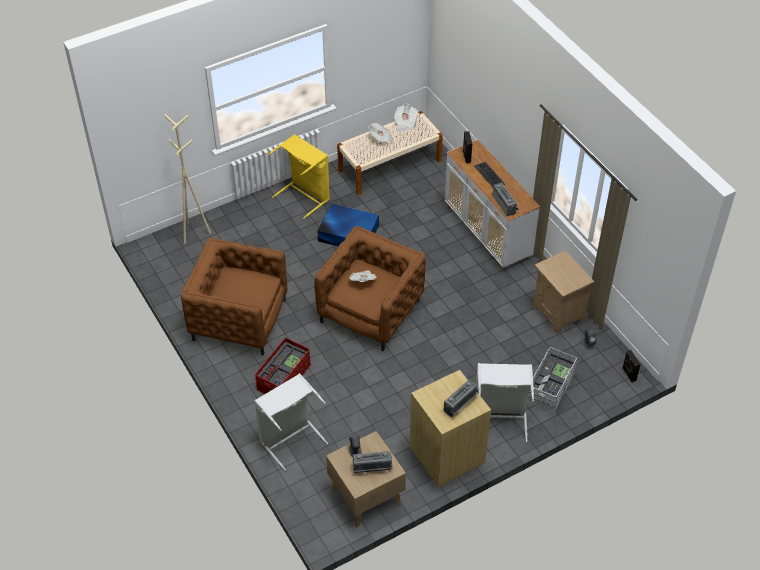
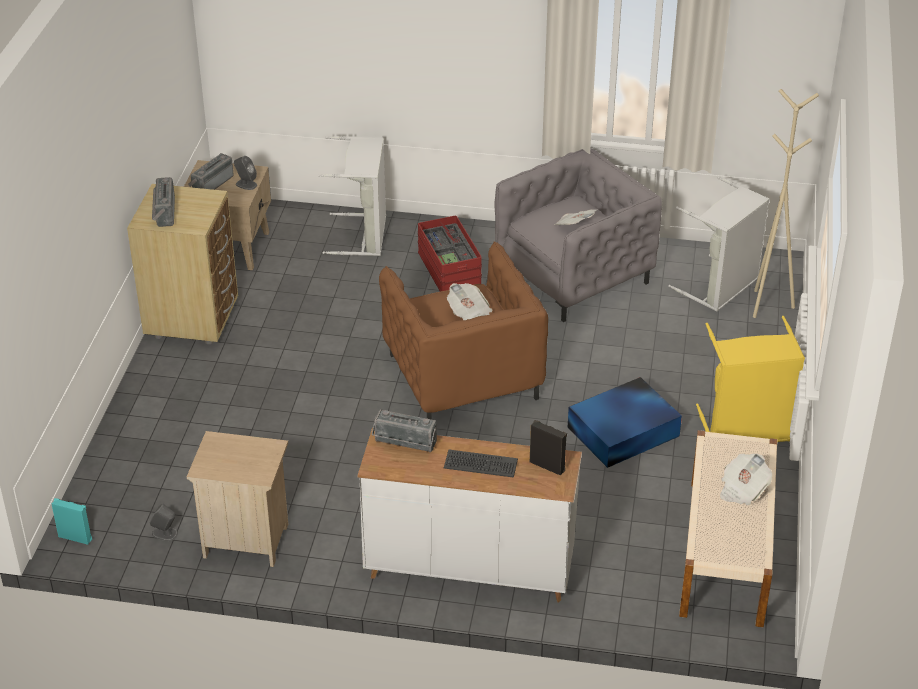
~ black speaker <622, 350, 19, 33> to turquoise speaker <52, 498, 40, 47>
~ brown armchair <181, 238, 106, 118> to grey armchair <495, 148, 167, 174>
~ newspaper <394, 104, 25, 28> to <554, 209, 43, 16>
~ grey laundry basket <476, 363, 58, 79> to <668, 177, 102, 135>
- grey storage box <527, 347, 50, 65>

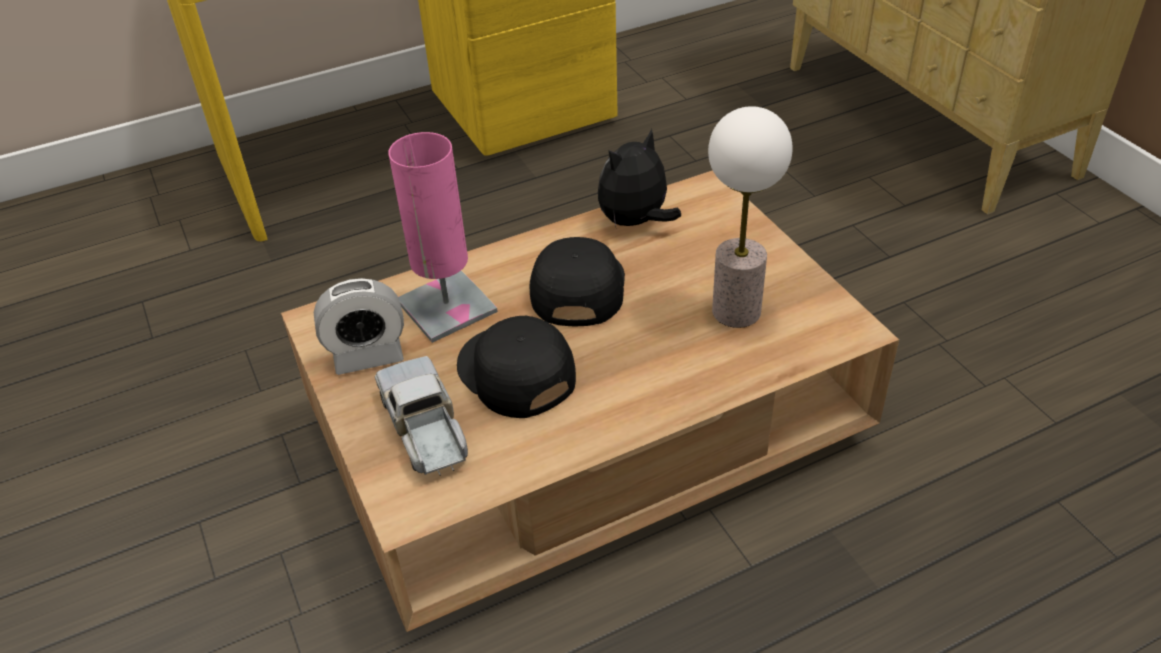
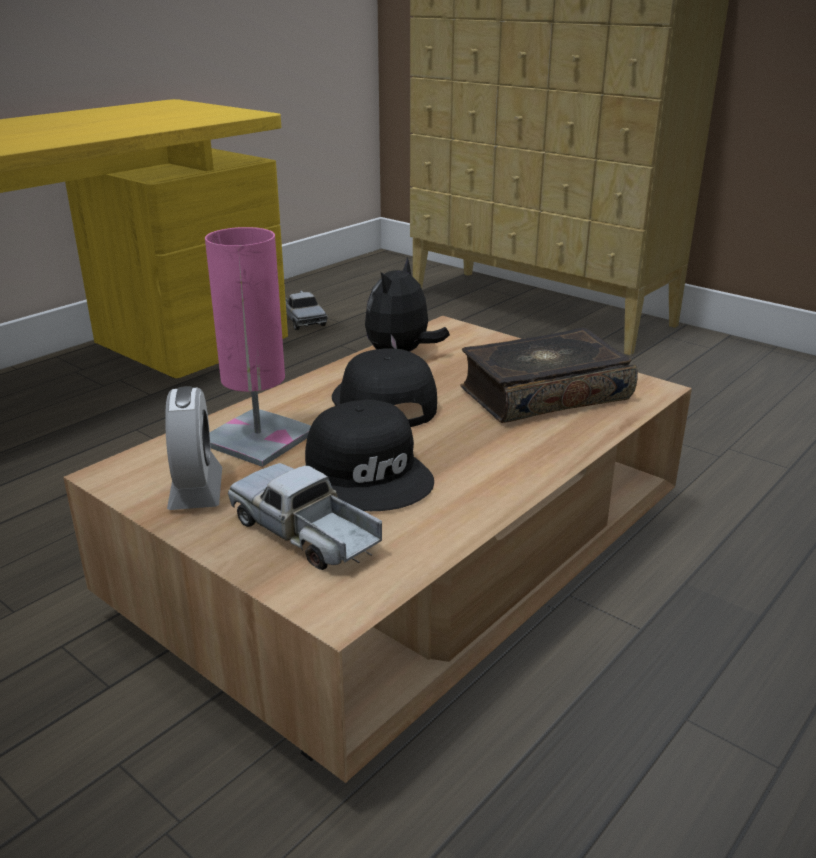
~ alarm clock <314, 278, 90, 97> = <165, 386, 57, 124> 60 degrees counterclockwise
+ toy truck <285, 291, 43, 39>
~ black cap <457, 316, 119, 102> = <305, 399, 129, 112> 150 degrees counterclockwise
~ table lamp <708, 106, 85, 222> to book <460, 327, 178, 96>

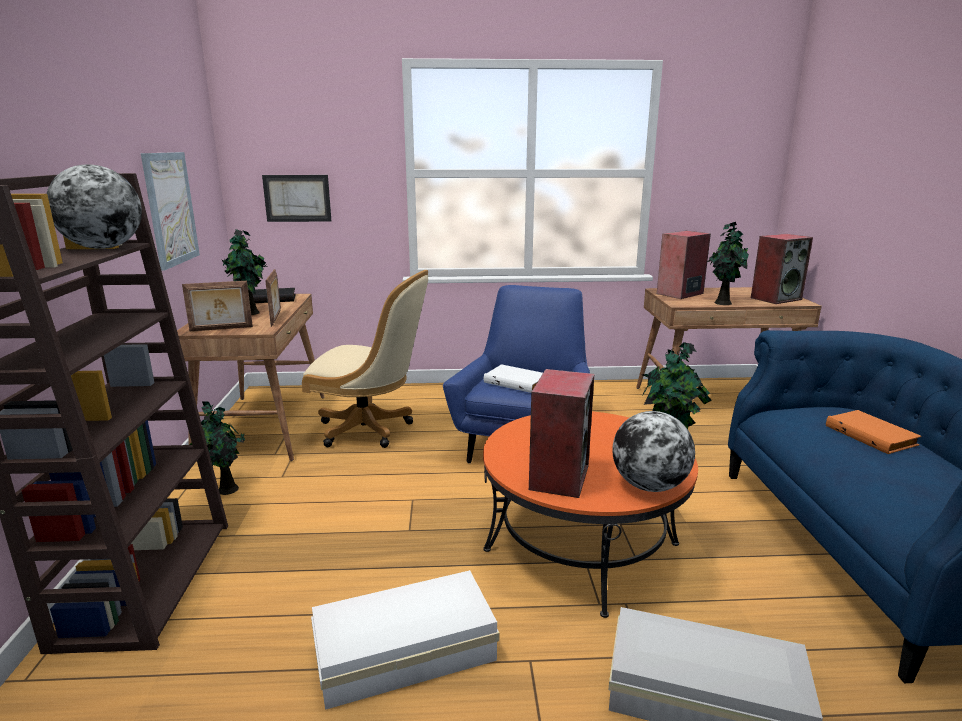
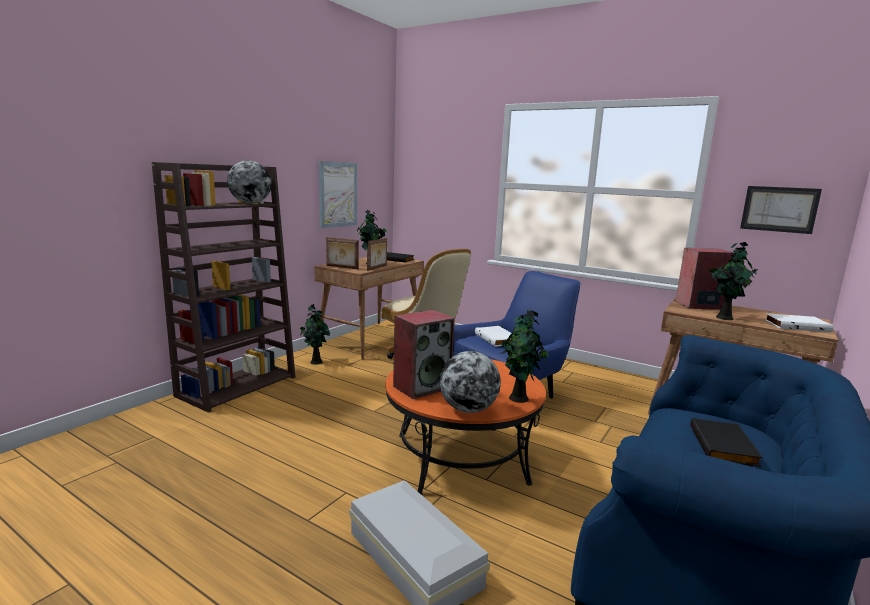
~ orange book <826, 410, 96, 44> to black book <690, 418, 73, 49>
~ picture <262, 175, 69, 47> to <740, 186, 82, 48>
~ speaker <751, 234, 62, 70> to white book <765, 313, 68, 20>
- white storage box <311, 570, 188, 140>

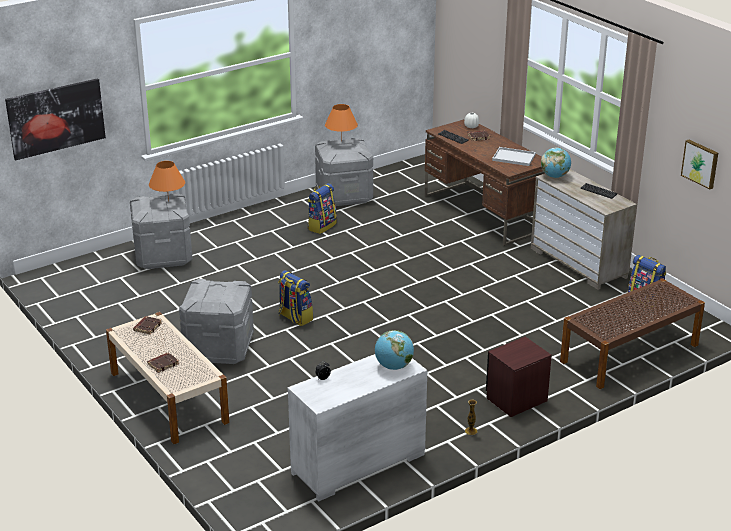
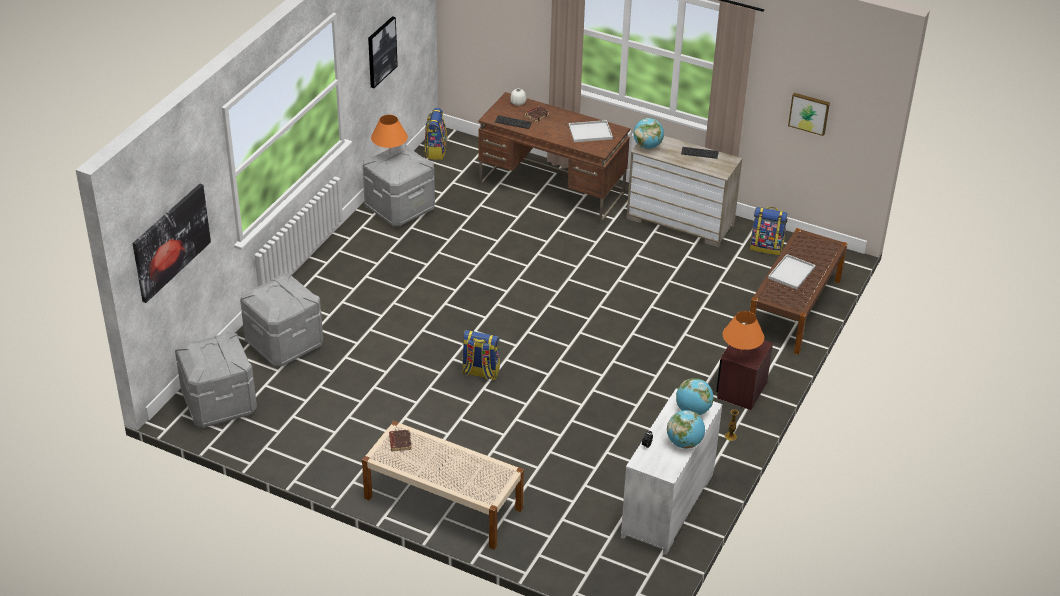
~ grey storage box <179, 279, 75, 85> to <175, 331, 82, 96>
+ picture <368, 16, 30, 72>
~ backpack <307, 183, 30, 51> to <424, 108, 23, 52>
+ globe <667, 410, 38, 38>
~ orange table lamp <149, 161, 36, 40> to <723, 311, 41, 42>
+ white tray <768, 254, 47, 35>
- brown book <147, 353, 32, 20>

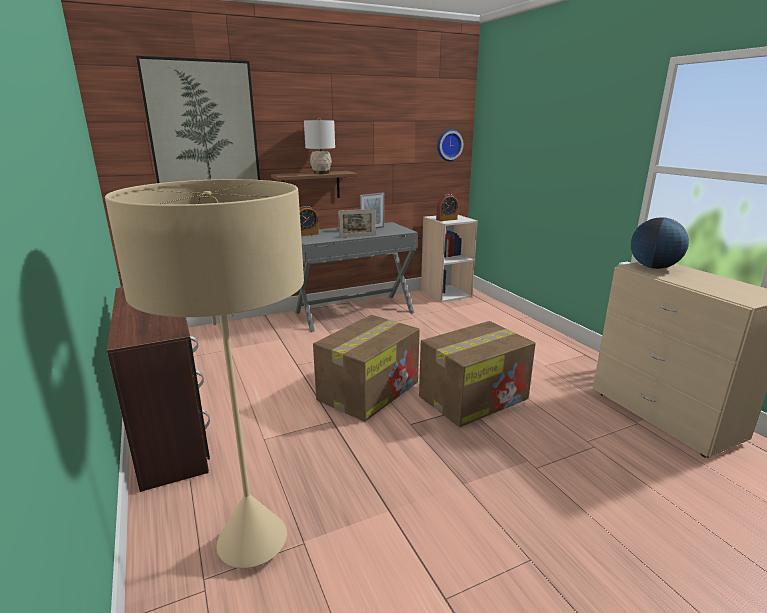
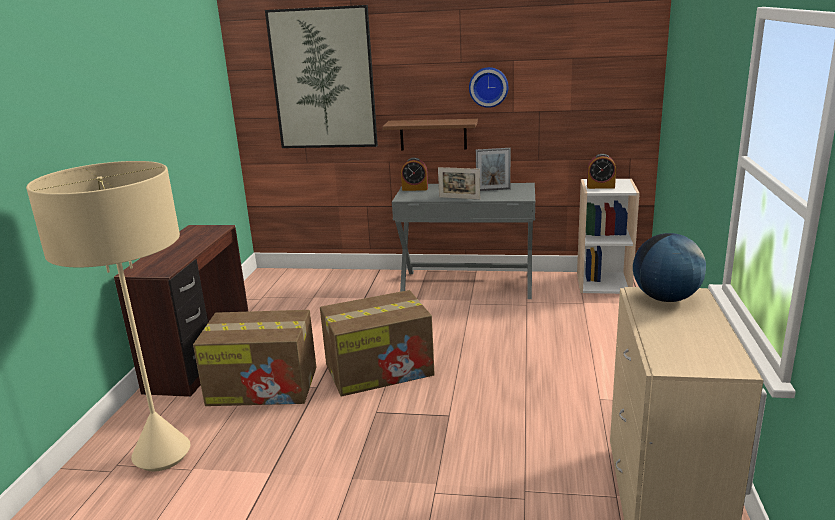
~ cardboard box <419, 321, 117, 106> to <193, 310, 123, 96>
~ wall clock <437, 129, 26, 32> to <469, 67, 39, 41>
- white table lamp <304, 118, 31, 56>

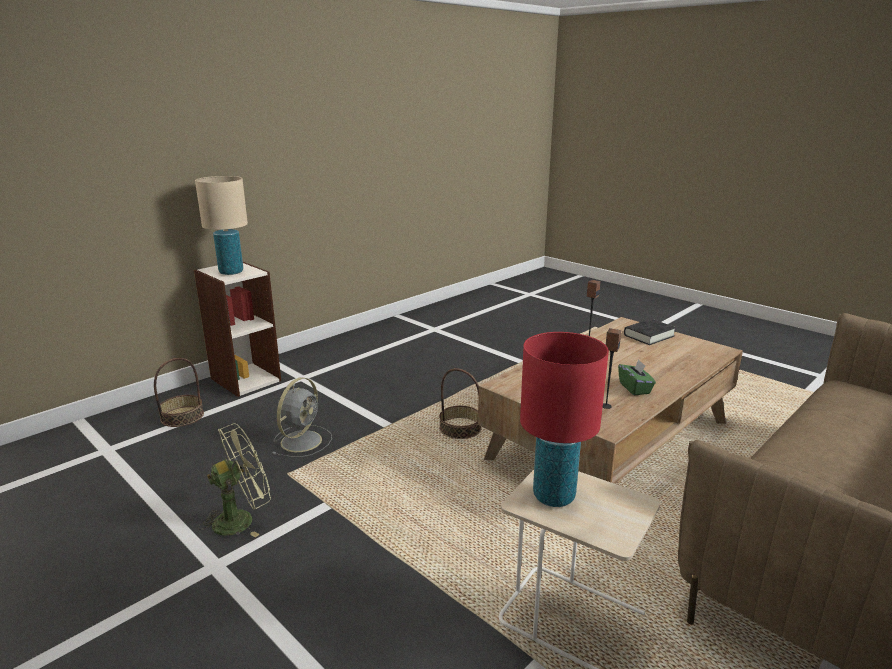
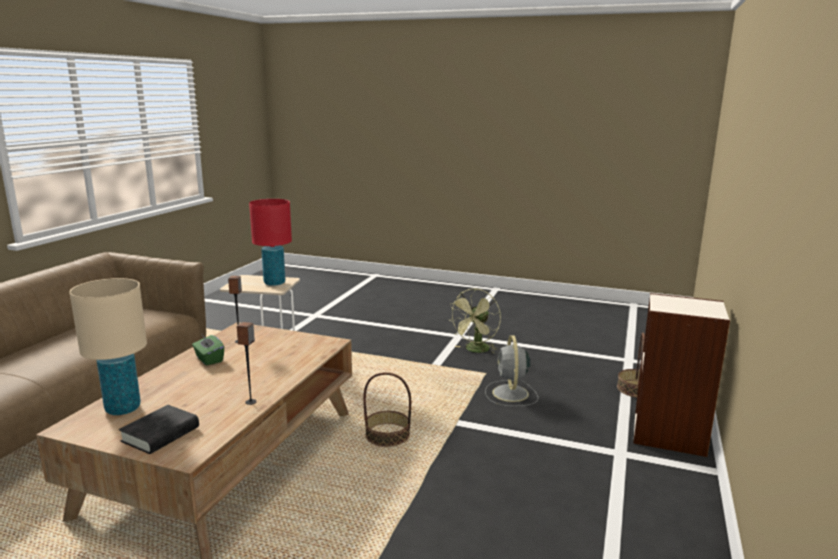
~ beige table lamp <195, 176, 53, 99> to <69, 278, 78, 137>

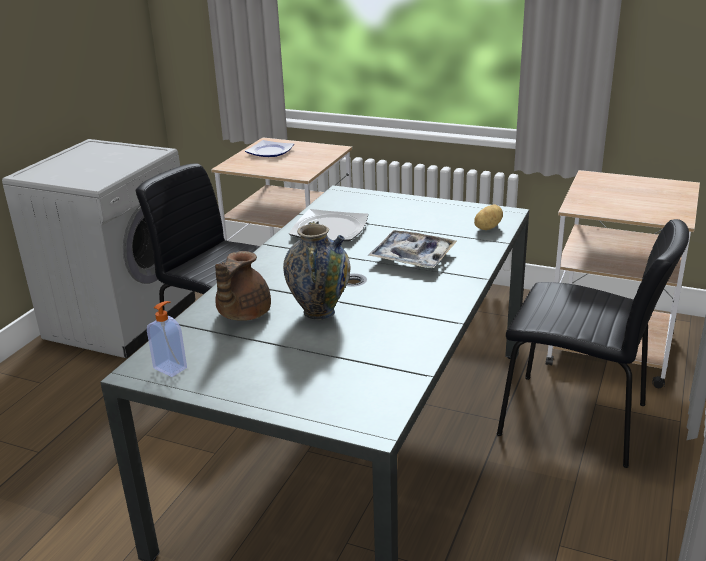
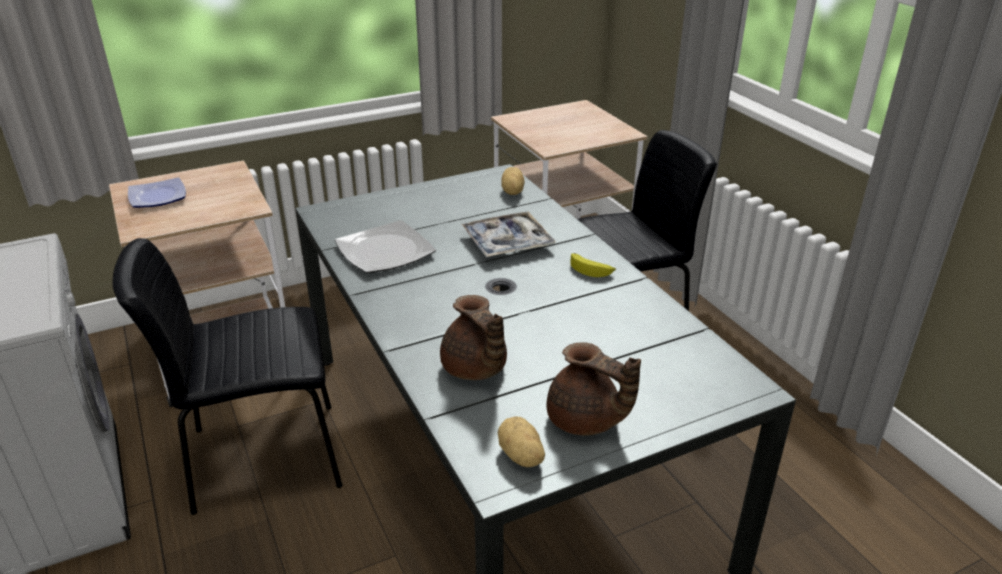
~ soap dispenser <147, 301, 40, 76> to potato <498, 417, 47, 50>
+ brown teapot <547, 342, 94, 93>
+ banana <570, 253, 46, 24>
- vase <283, 221, 67, 99>

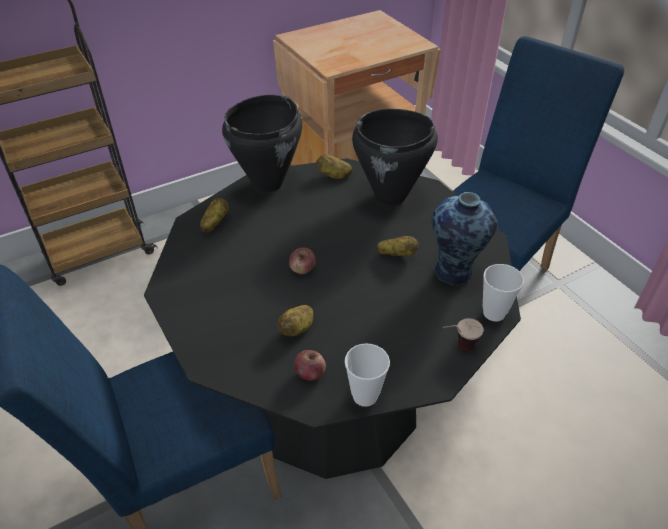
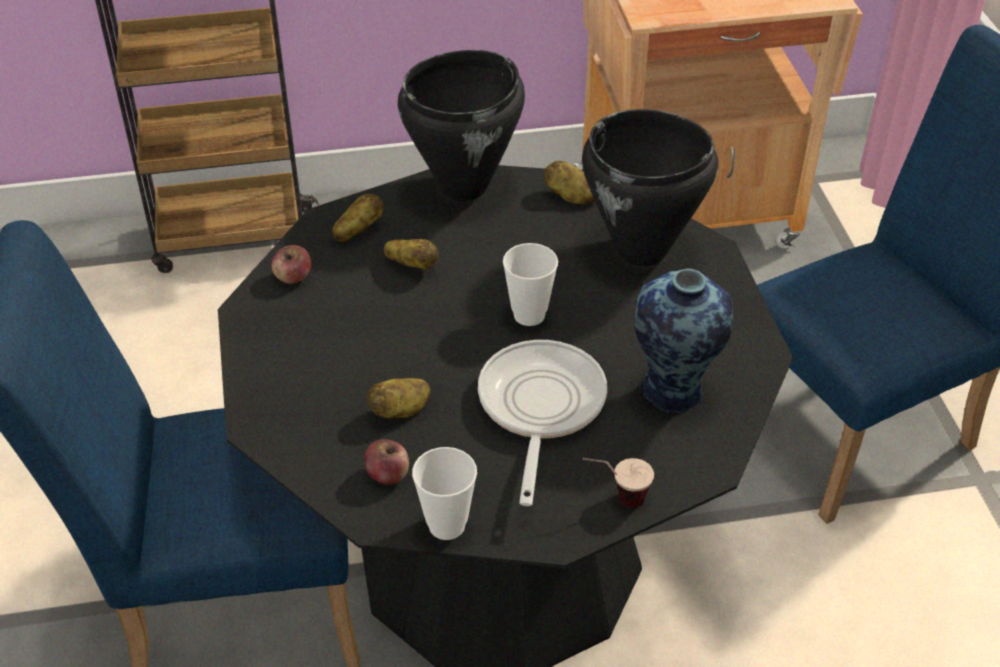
~ apple <289, 247, 27, 27> to <272, 245, 39, 39>
~ potato <376, 236, 43, 20> to <384, 239, 55, 32>
+ frying pan <478, 340, 129, 166>
~ cup <483, 264, 41, 58> to <503, 243, 55, 83>

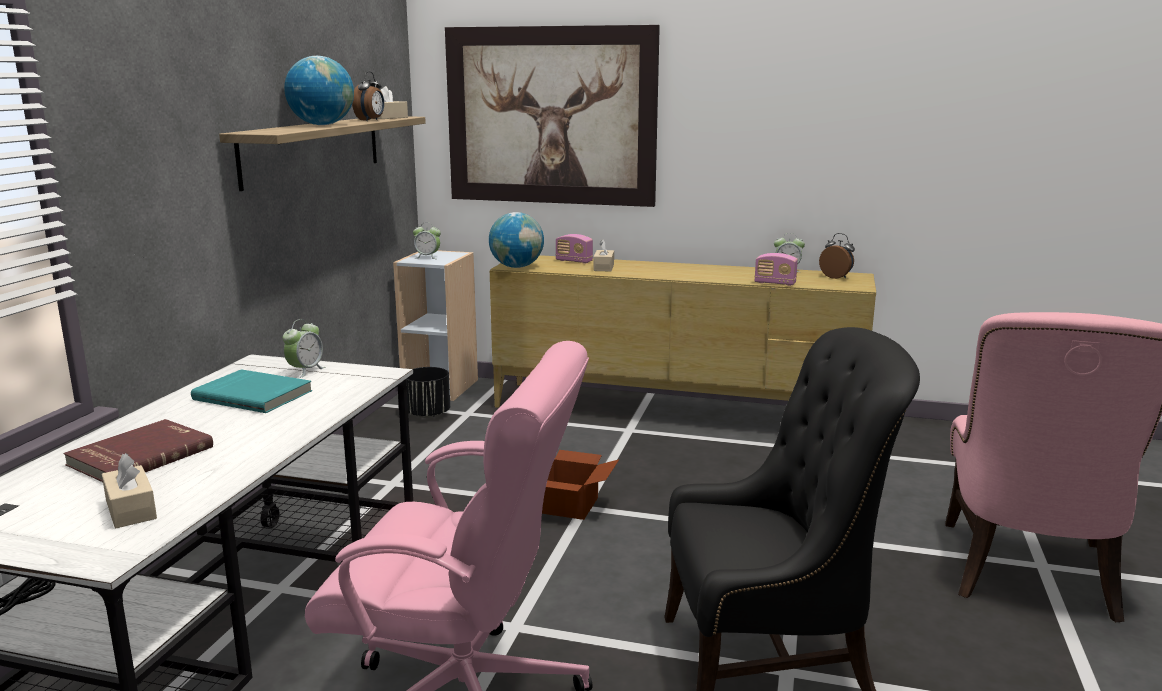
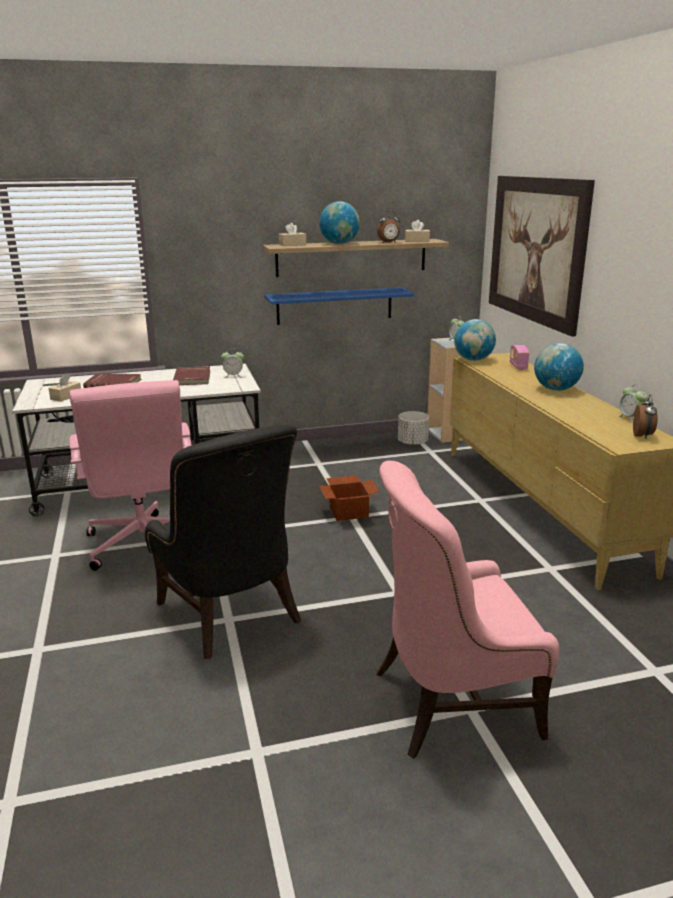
~ turquoise book <191, 369, 121, 44> to red book <173, 366, 37, 19>
+ blue shelf <264, 287, 151, 38>
~ beige tissue box <593, 239, 21, 32> to <278, 223, 28, 23>
~ black planter <407, 367, 43, 51> to white planter <398, 411, 31, 35>
+ globe <534, 343, 50, 48>
- radio <755, 253, 43, 33>

